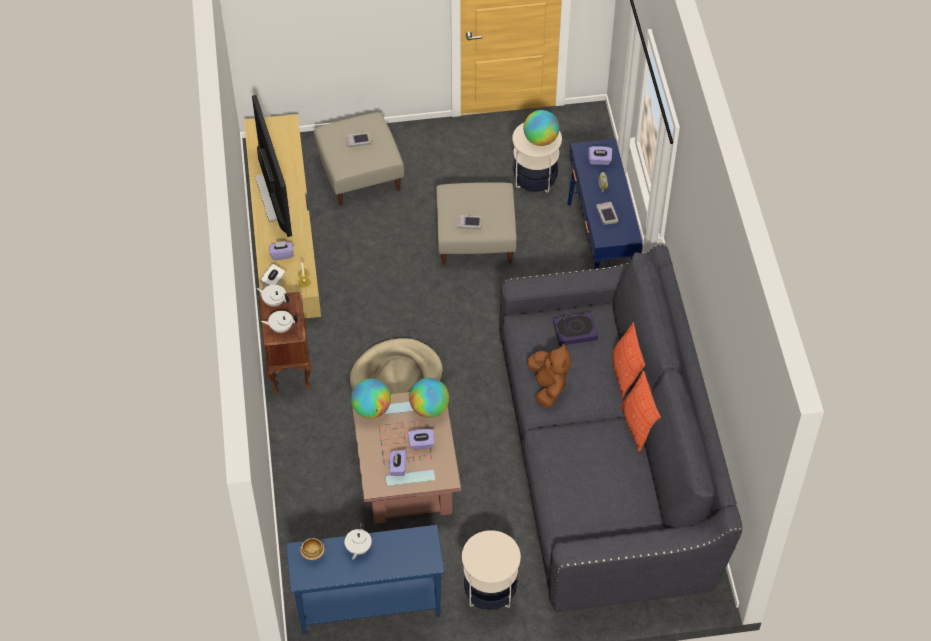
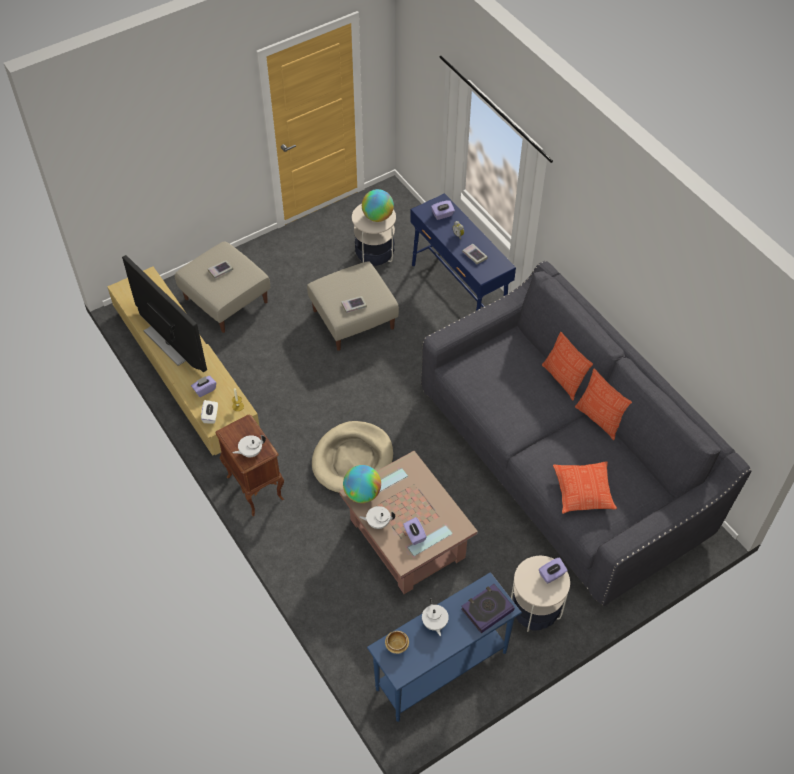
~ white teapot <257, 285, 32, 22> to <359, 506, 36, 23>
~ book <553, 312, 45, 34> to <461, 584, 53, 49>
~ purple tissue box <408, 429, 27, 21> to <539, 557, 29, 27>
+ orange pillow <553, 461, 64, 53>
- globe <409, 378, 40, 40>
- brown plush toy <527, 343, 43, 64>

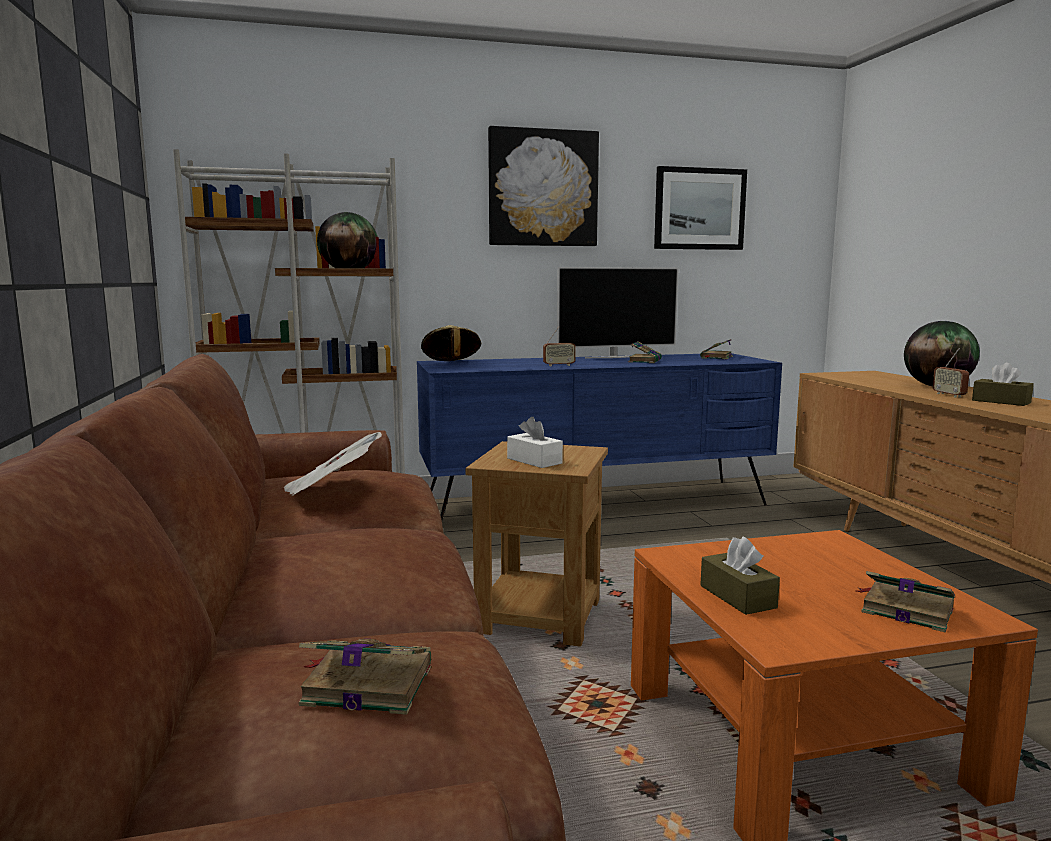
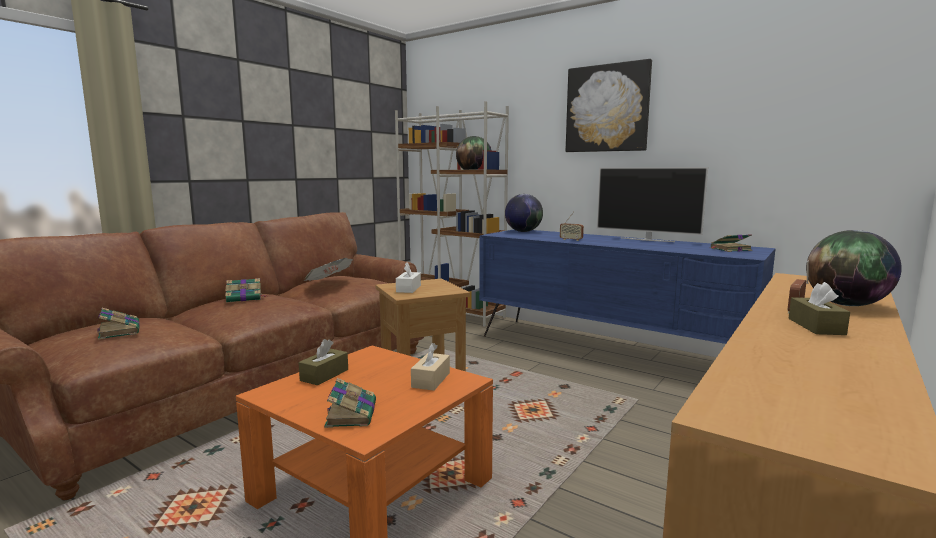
~ book <628, 341, 34, 22> to <225, 278, 42, 25>
+ beige tissue box <411, 343, 39, 48>
~ beige hat <421, 325, 60, 36> to globe <505, 194, 38, 38>
- picture <654, 166, 93, 84>

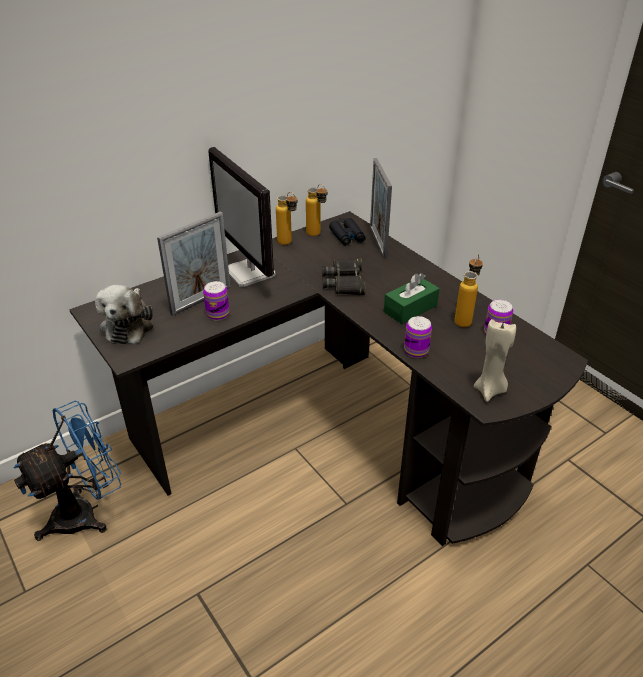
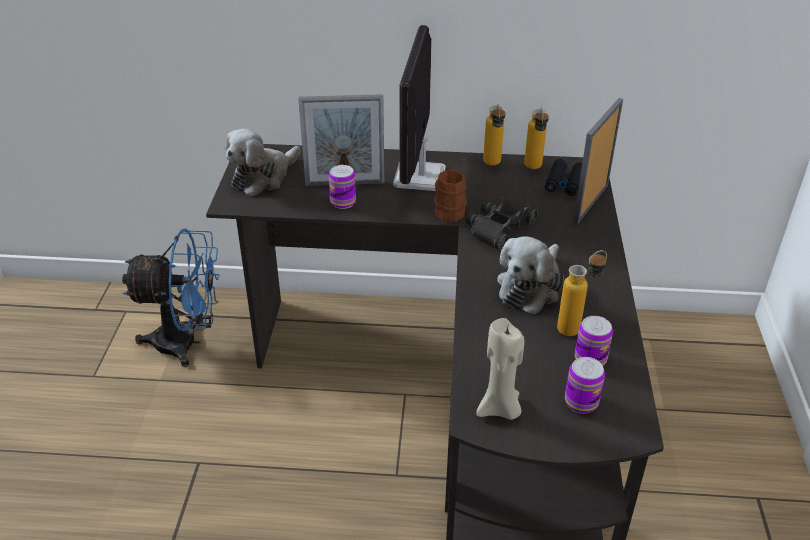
+ brown mug <434, 170, 33, 52>
~ green tissue box <384, 273, 56, 51> to plush toy <497, 236, 68, 78>
~ can <404, 316, 28, 42> to <565, 357, 40, 57>

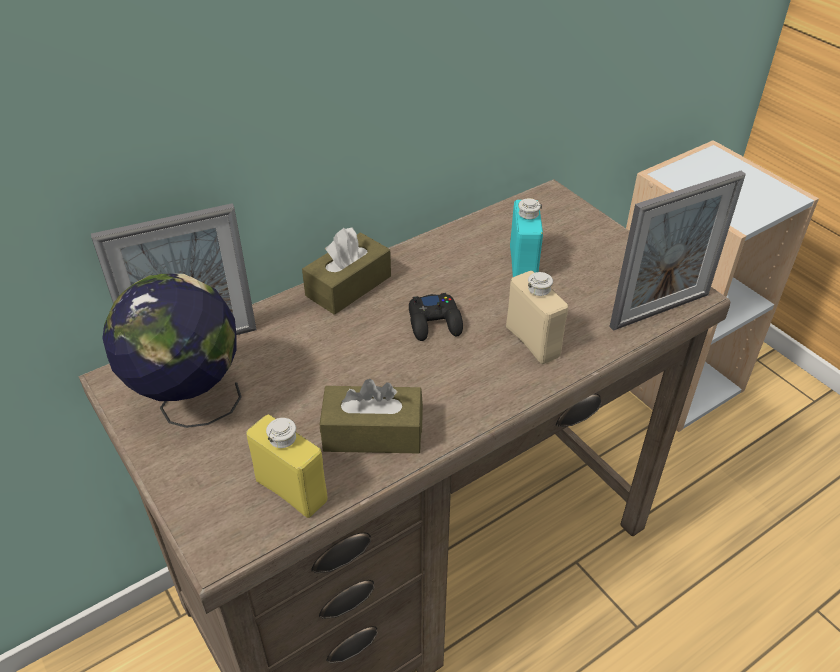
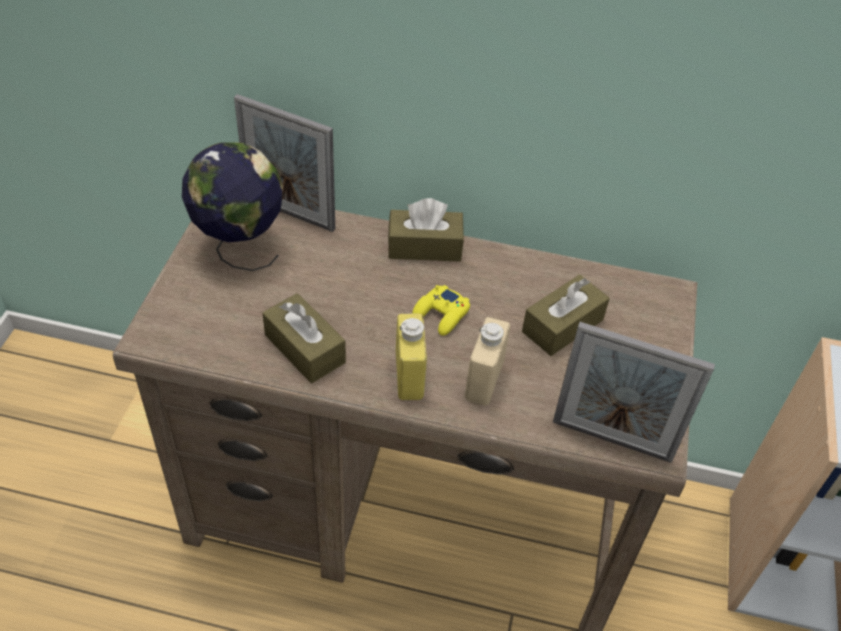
~ yellow bottle <246, 414, 82, 104> to <396, 313, 31, 87>
~ black game controller <409, 293, 54, 48> to yellow game controller <412, 285, 58, 51>
~ turquoise bottle <510, 198, 33, 79> to brown tissue box <522, 275, 88, 81>

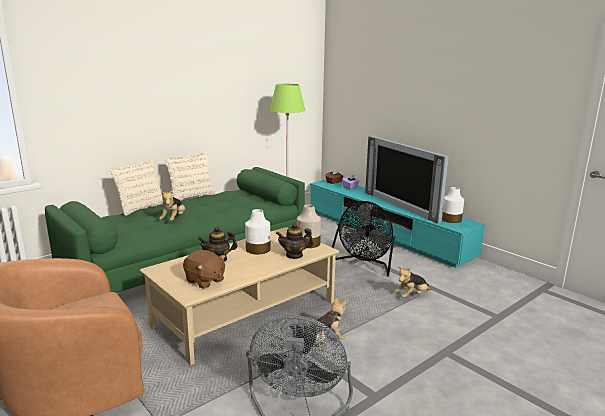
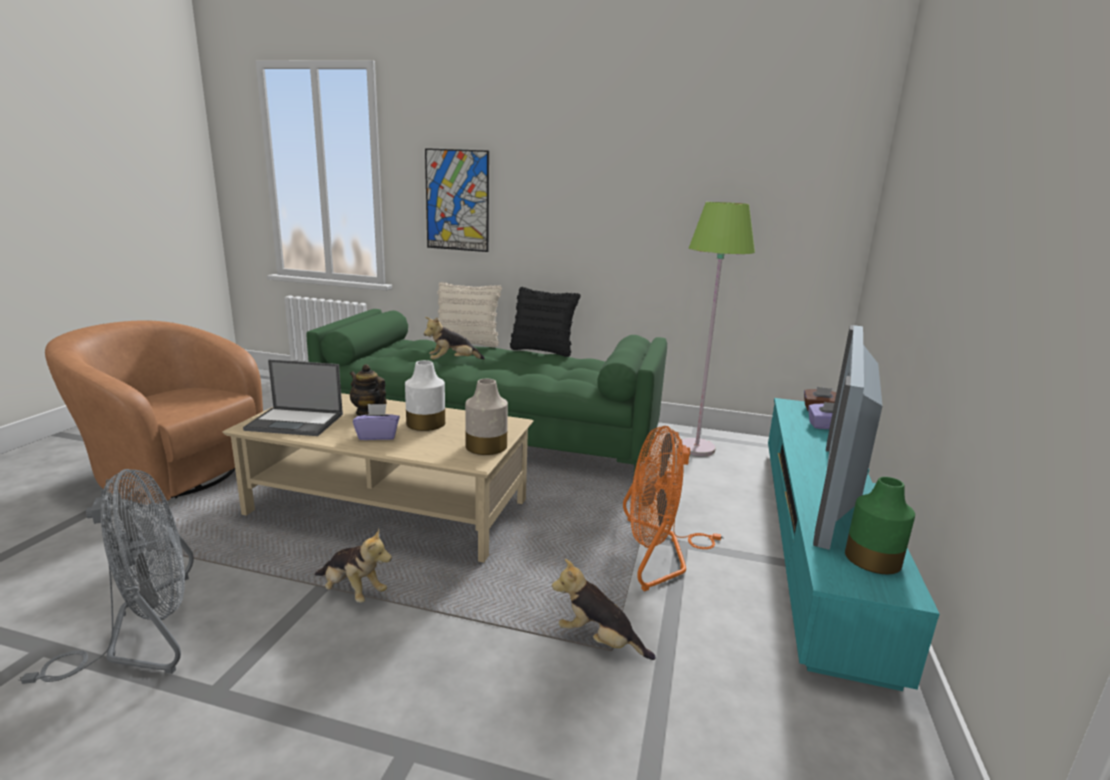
~ brown plush toy <183, 250, 42, 39> to laptop <243, 359, 100, 77>
+ purple tissue box <353, 404, 47, 36>
+ picture <425, 148, 64, 104>
~ beige pillow <165, 152, 51, 48> to black pillow <510, 287, 71, 70>
~ black fan <332, 201, 64, 76> to orange fan <623, 426, 101, 166>
~ white vase <442, 187, 22, 36> to green vase <845, 477, 70, 97>
- teapot <276, 223, 38, 36>

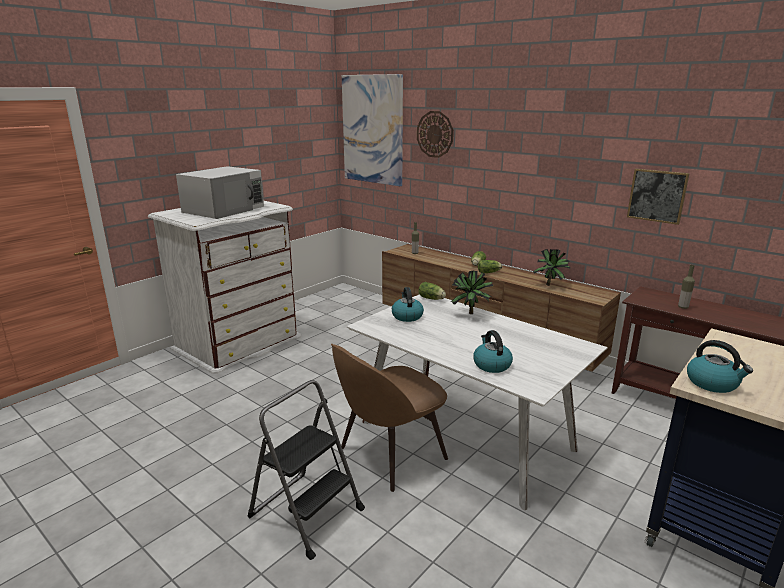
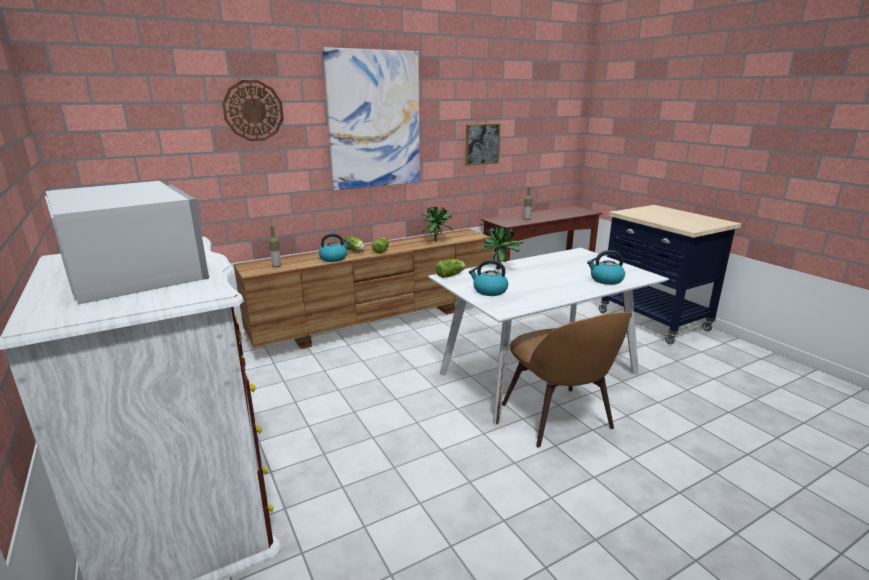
~ kettle <687, 340, 66, 53> to <319, 233, 31, 29>
~ picture <342, 74, 61, 112> to <323, 47, 97, 143>
- black step ladder <248, 380, 117, 180>

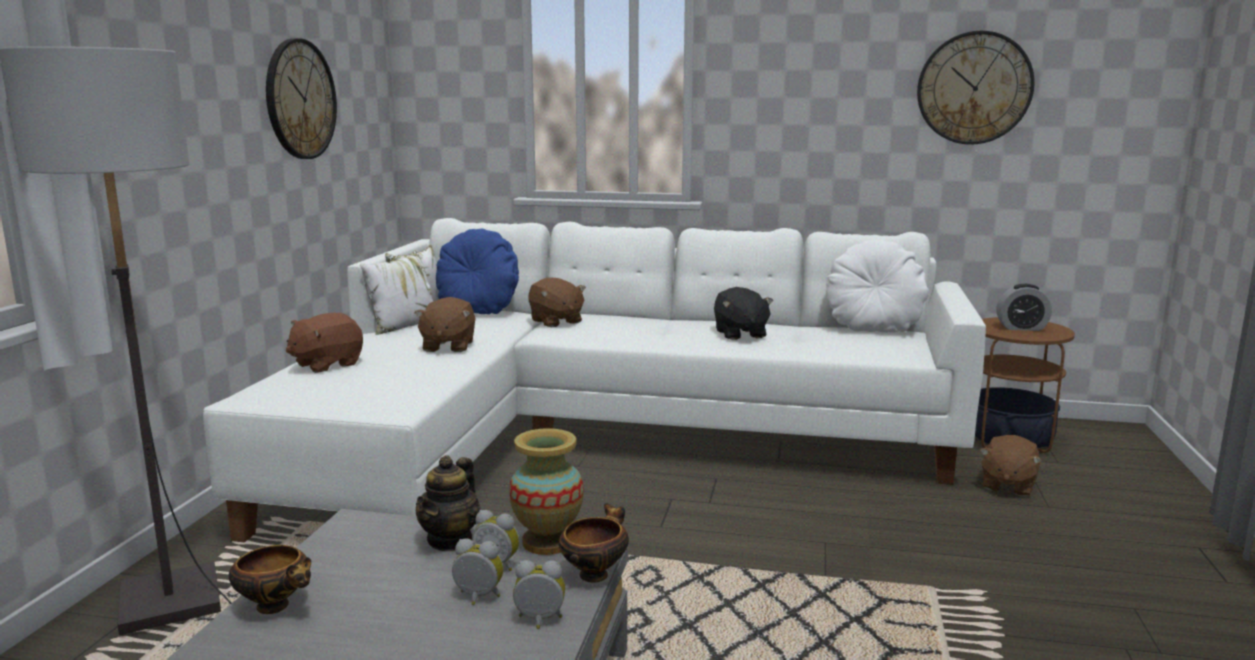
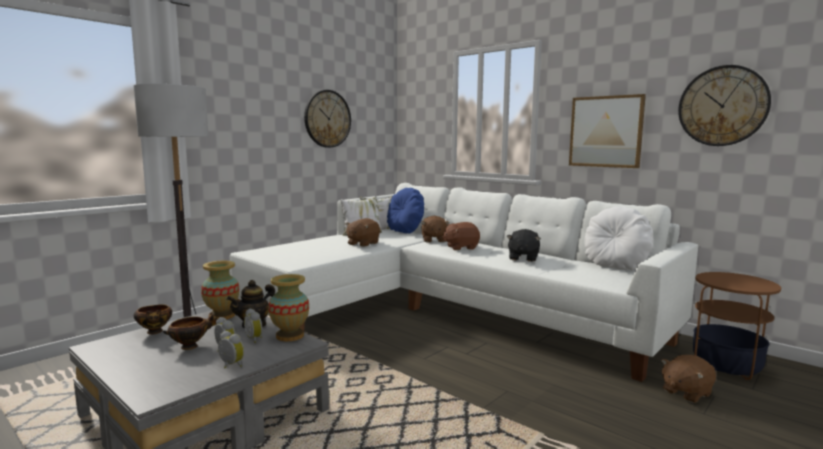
~ bowl <559, 503, 70, 80> to <163, 312, 55, 38>
+ vase <201, 261, 38, 59>
~ brown plush toy <286, 313, 77, 60> to <442, 222, 38, 28>
+ picture <569, 94, 77, 74>
- alarm clock <996, 284, 56, 47>

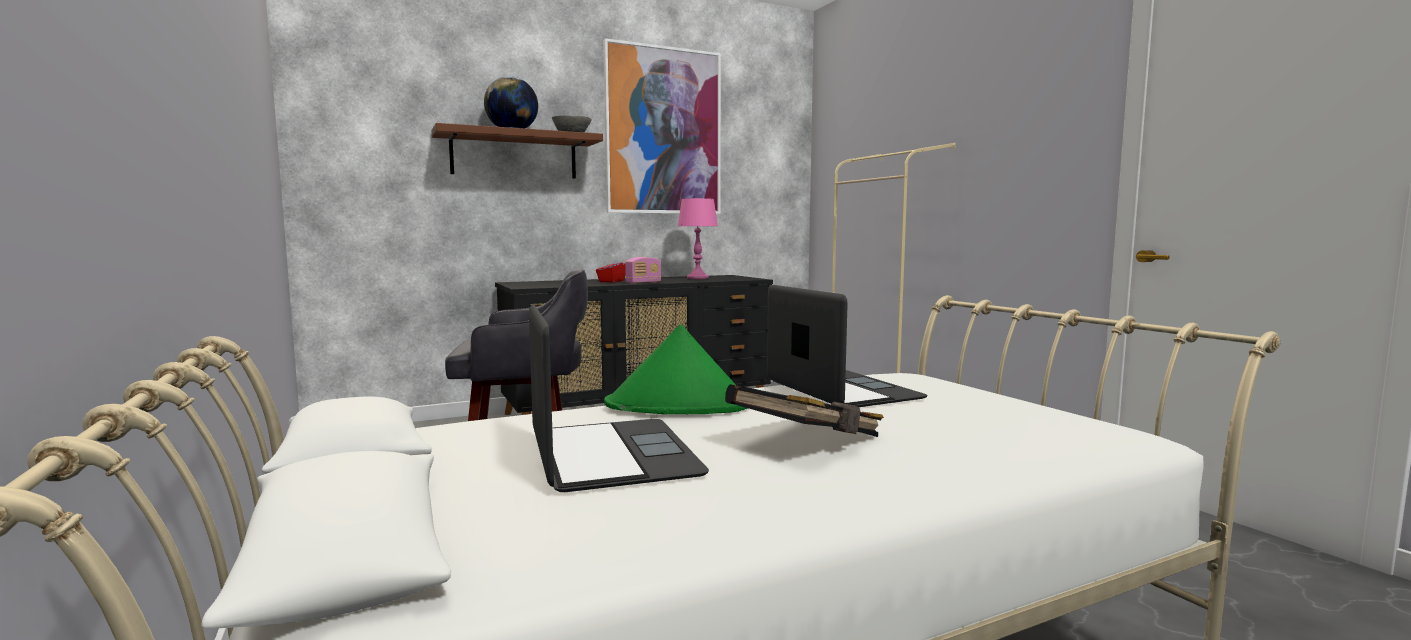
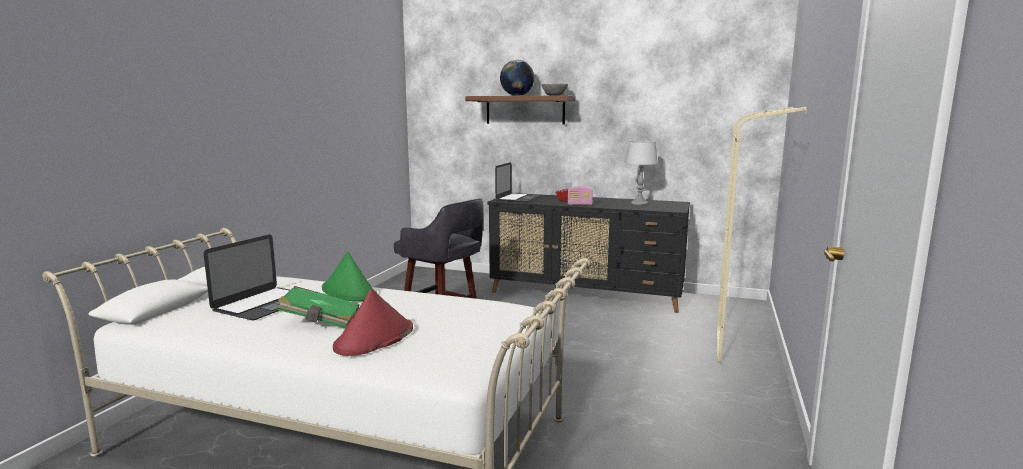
~ black book <725, 384, 159, 53> to green book <277, 286, 83, 43>
+ red hat <333, 289, 80, 67>
~ laptop <767, 285, 160, 122> to <495, 162, 46, 40>
~ pink table lamp <678, 198, 40, 81> to grey table lamp <625, 141, 33, 64>
- picture <603, 38, 118, 176>

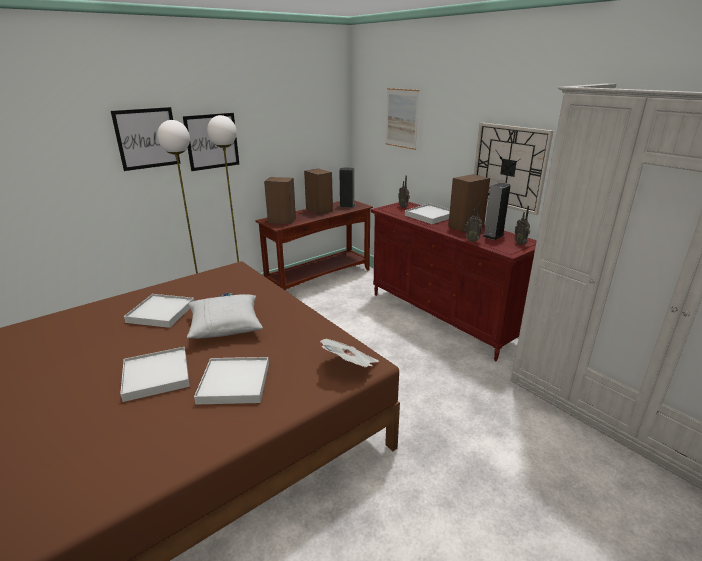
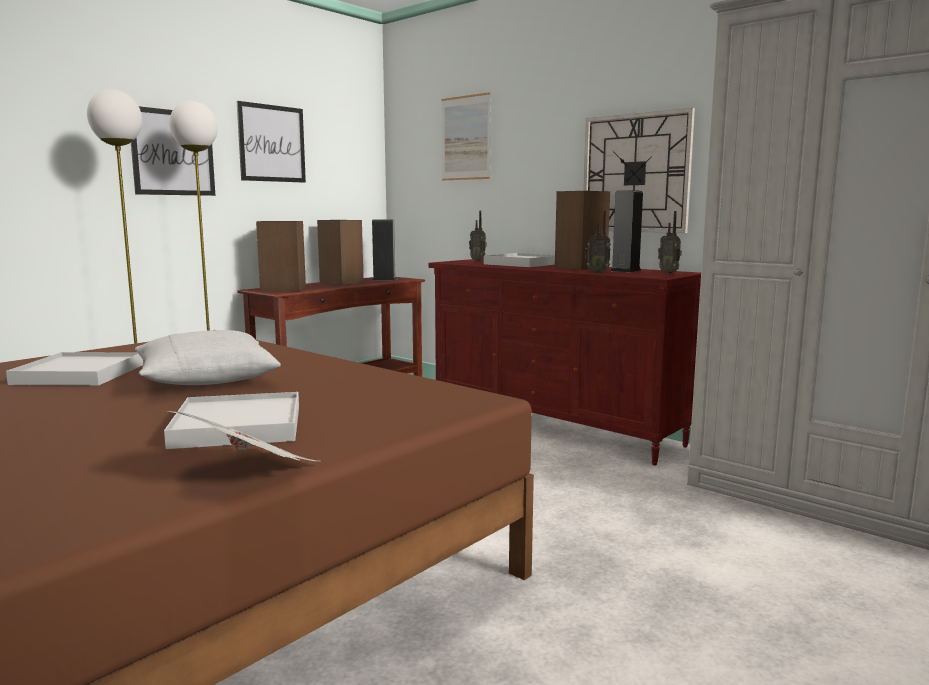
~ newspaper <320, 339, 59, 29> to <166, 411, 154, 51>
~ picture <111, 107, 69, 64> to <237, 101, 69, 82>
- white tray <120, 347, 70, 55>

